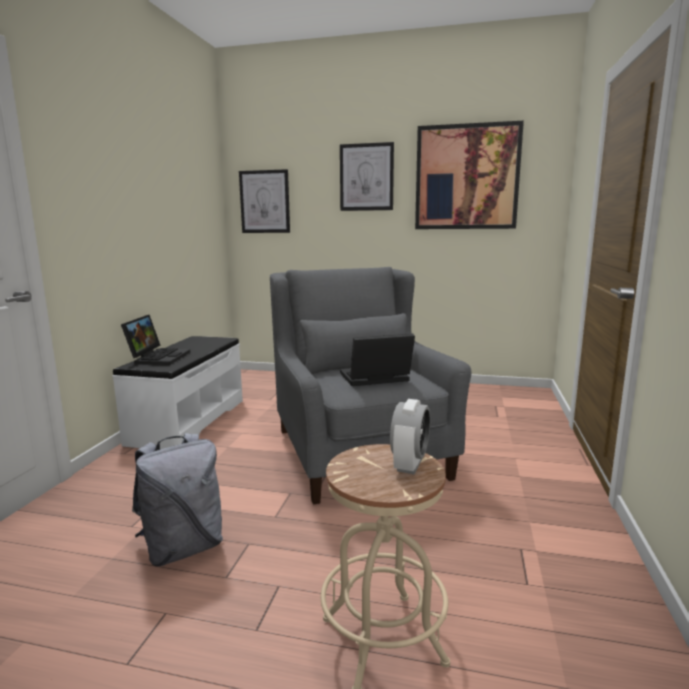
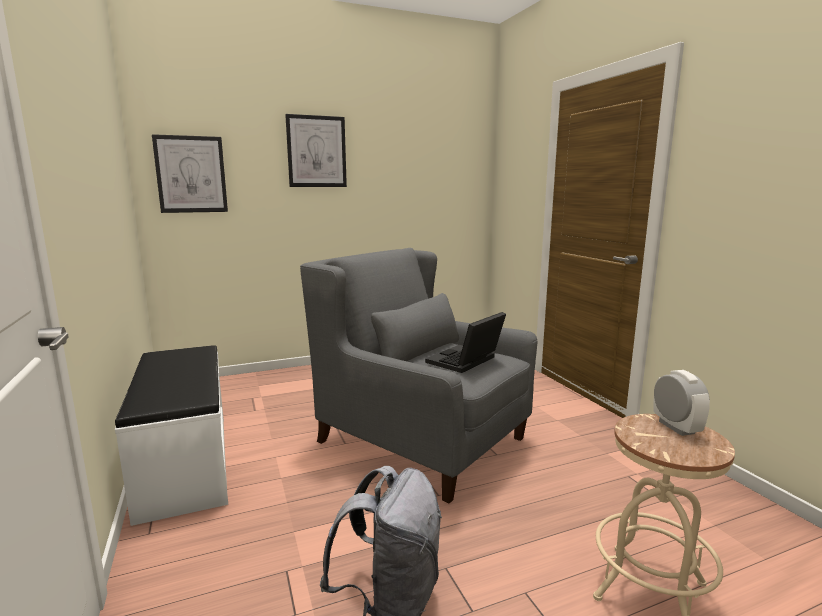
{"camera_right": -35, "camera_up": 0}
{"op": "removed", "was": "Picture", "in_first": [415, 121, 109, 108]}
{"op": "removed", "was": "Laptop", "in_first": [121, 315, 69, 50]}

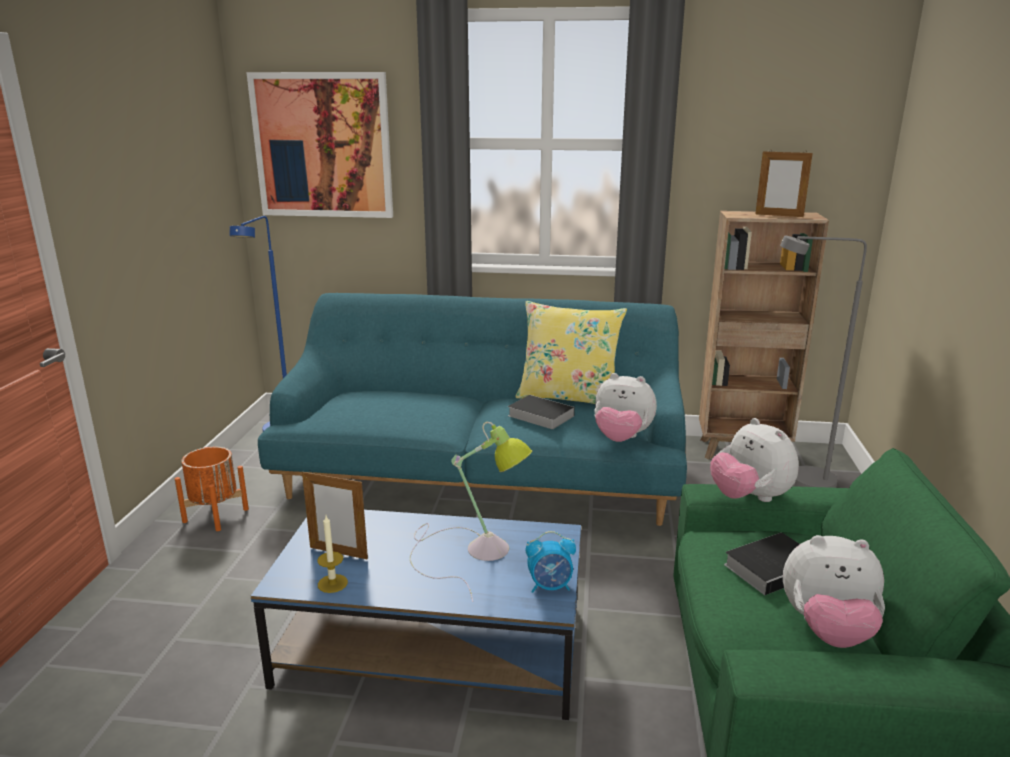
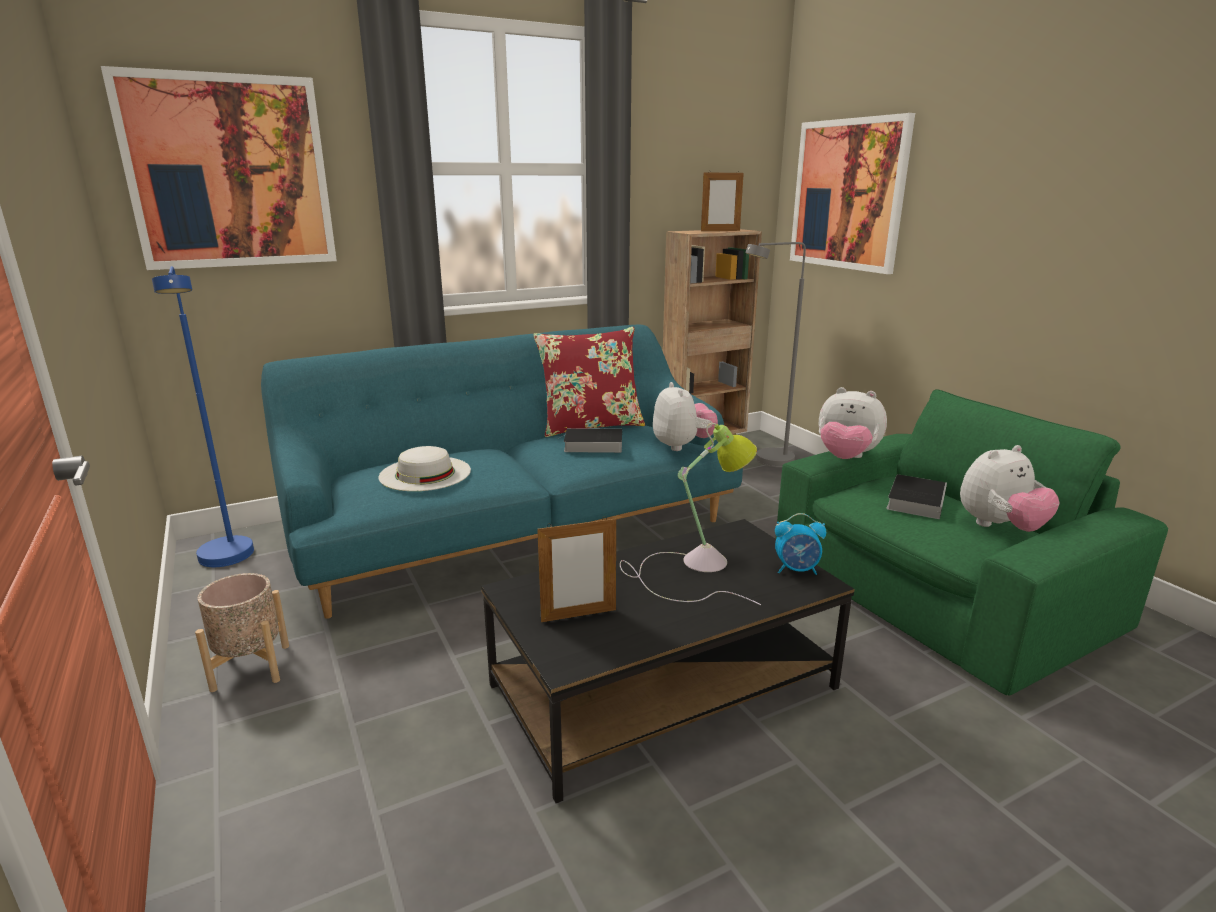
{"camera_right": -35, "camera_up": 0}
{"op": "recoloured", "was": "YellowPillow", "now": "RedPillow", "in_first": [516, 301, 111, 103], "in_second": [533, 327, 112, 110]}
{"op": "turned", "was": "PlushToy", "in_first": [594, 373, 63, 69], "in_second": [653, 382, 65, 69], "clockwise": -90}
{"op": "recoloured", "was": "OrangePlanter", "now": "BeigePlanter", "in_first": [175, 447, 74, 84], "in_second": [195, 573, 94, 119]}
{"op": "recoloured", "was": "BlueCoffeeTable", "now": "BlackCoffeeTable", "in_first": [251, 510, 330, 210], "in_second": [481, 519, 373, 284]}
{"op": "removed", "was": "Candle", "in_first": [317, 516, 31, 77]}
{"op": "turned", "was": "AlarmClock", "in_first": [526, 531, 50, 62], "in_second": [775, 513, 51, 62], "clockwise": 45}
{"op": "added", "now": "Picture", "in_second": [790, 113, 125, 161]}
{"op": "added", "now": "WhiteHat", "in_second": [379, 446, 92, 45]}

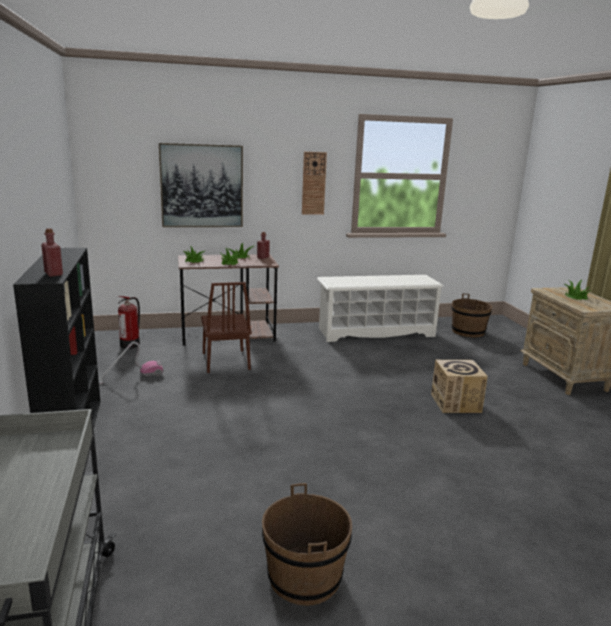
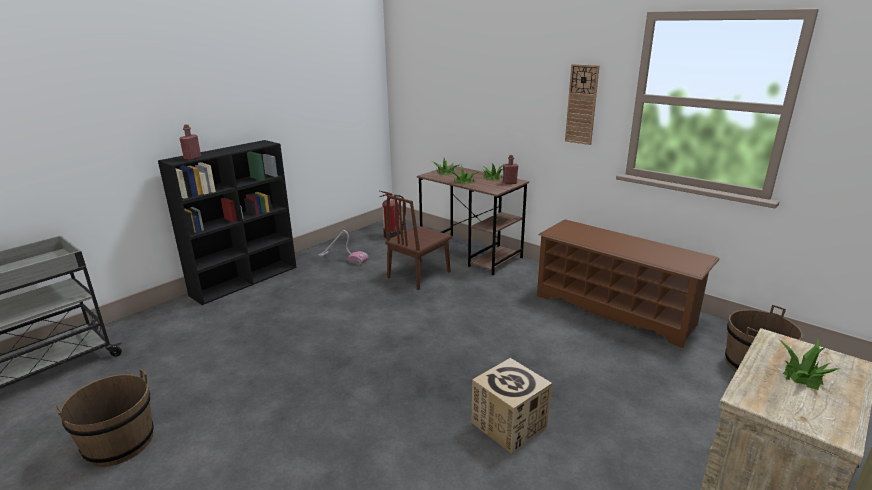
{"camera_right": 55, "camera_up": 5}
{"op": "removed", "was": "Picture", "in_first": [159, 143, 84, 84]}
{"op": "recoloured", "was": "WhiteShoeRack", "now": "BrownShoeRack", "in_first": [317, 275, 127, 67], "in_second": [537, 219, 183, 129]}

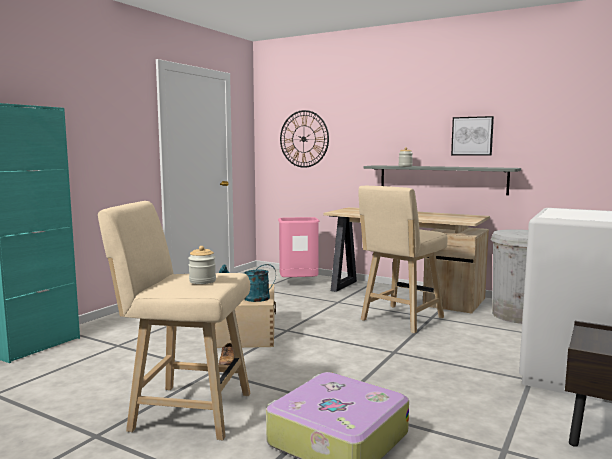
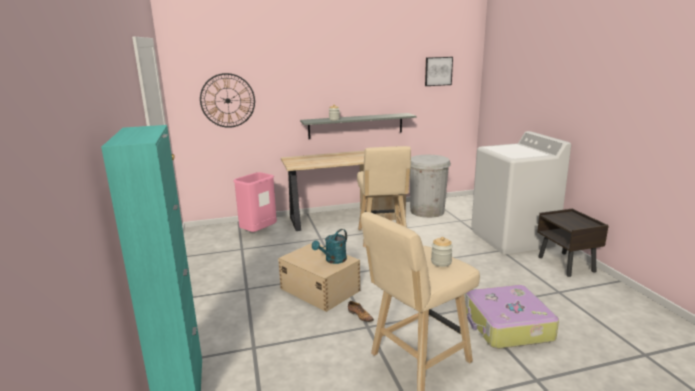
{"camera_right": -45, "camera_up": 10}
{"op": "moved", "was": "Picture", "in_first": [451, 116, 43, 40], "in_second": [425, 57, 28, 29]}

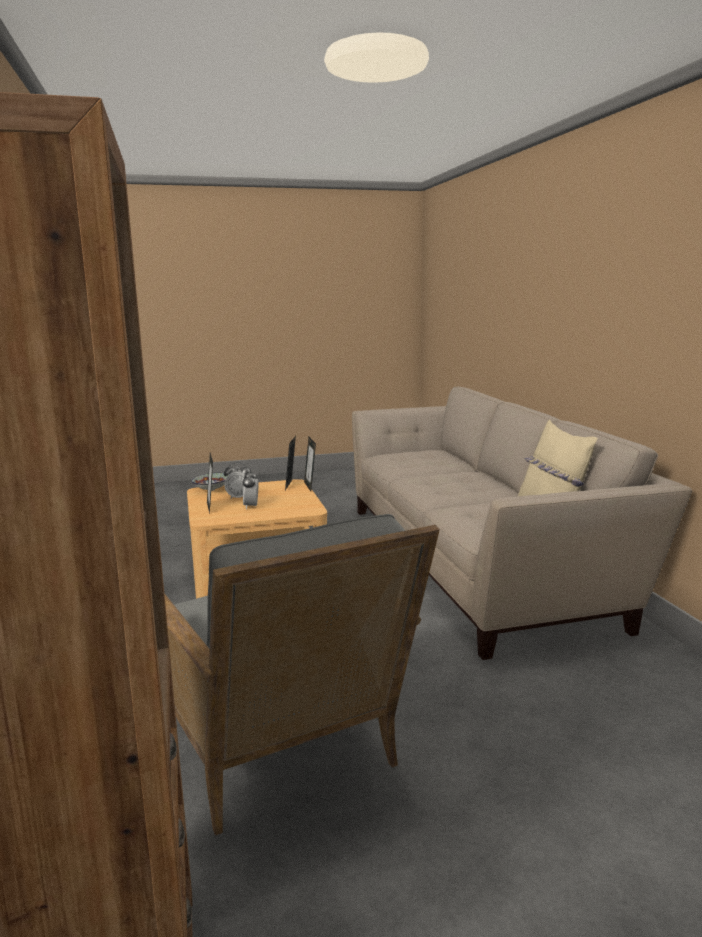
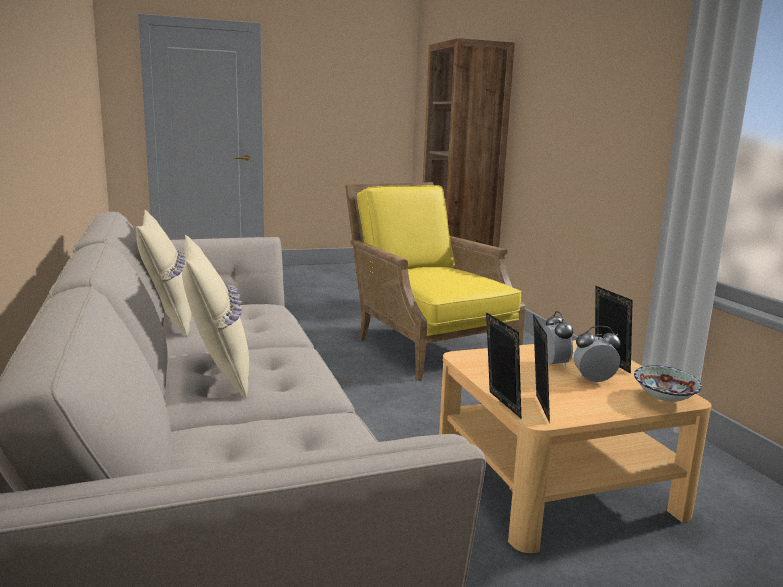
{"camera_right": 175, "camera_up": 0}
{"op": "recoloured", "was": "GreyArmchair", "now": "YellowArmchair", "in_first": [164, 514, 276, 321], "in_second": [345, 182, 180, 199]}
{"op": "added", "now": "BeigePillow", "in_second": [182, 235, 67, 163]}

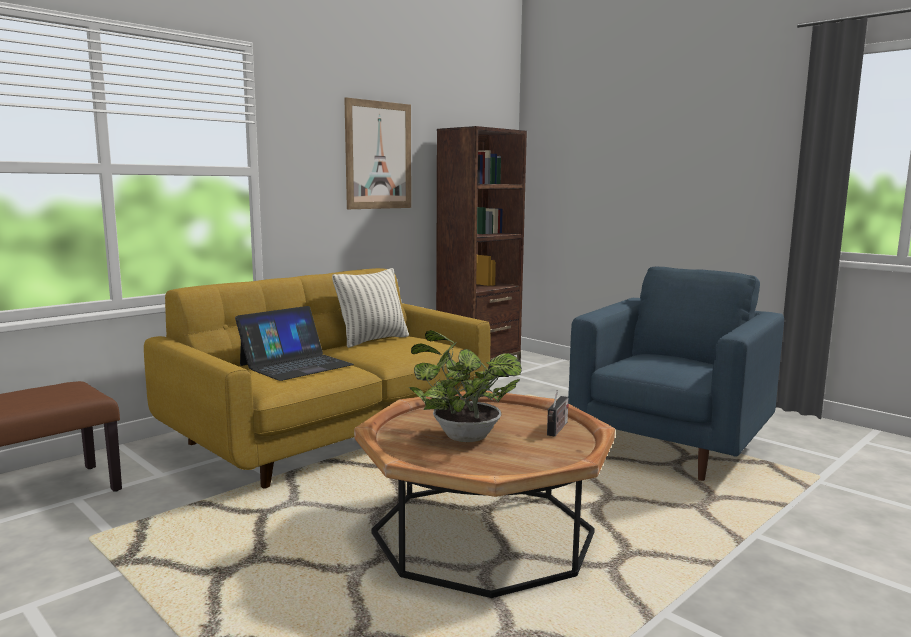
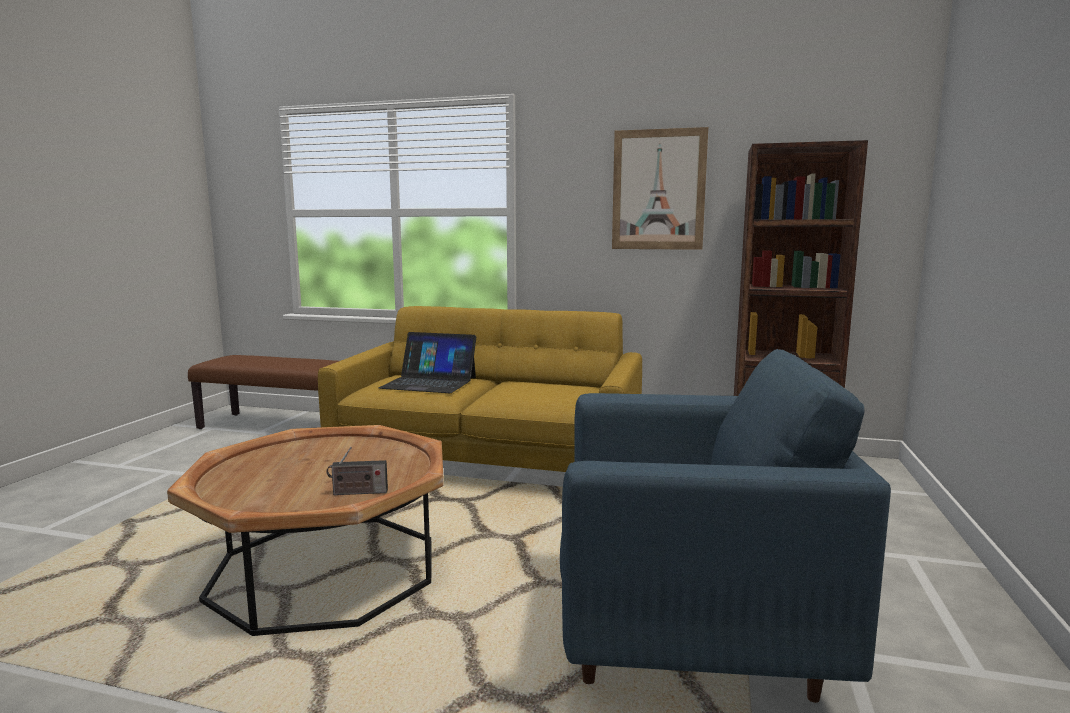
{"camera_right": 60, "camera_up": 0}
{"op": "removed", "was": "Pillow", "in_first": [332, 268, 77, 80]}
{"op": "removed", "was": "PottedPlant", "in_first": [409, 330, 113, 112]}

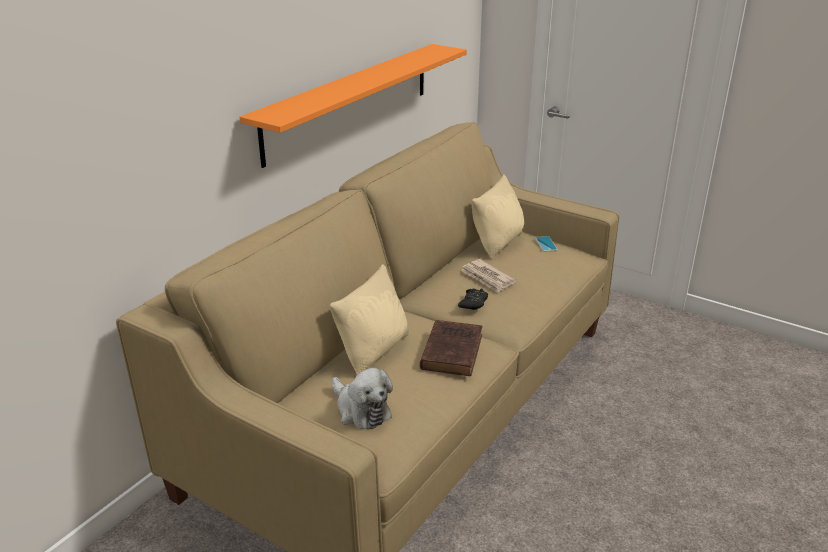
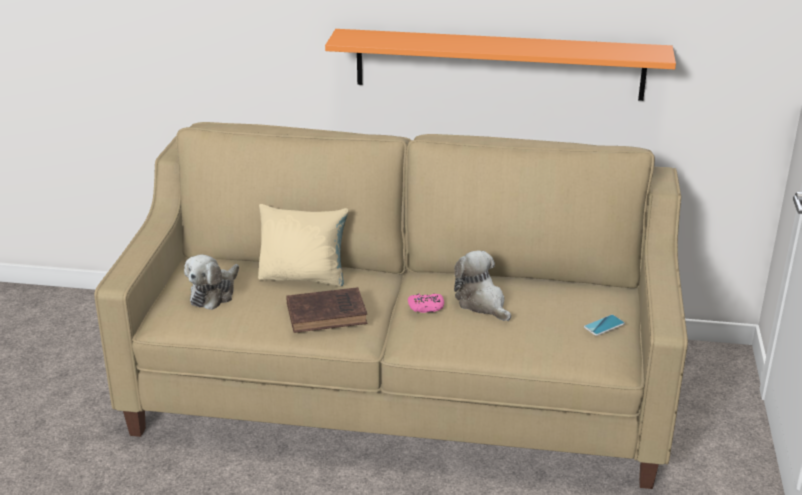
{"camera_right": 65, "camera_up": 0}
{"op": "removed", "was": "BeigePillow", "in_first": [472, 174, 52, 85]}
{"op": "replaced", "was": "Newspaper", "now": "PlushToy", "in_first": [460, 259, 56, 34], "in_second": [454, 251, 57, 70]}
{"op": "recoloured", "was": "BlackGameController", "now": "PinkGameController", "in_first": [458, 288, 30, 22], "in_second": [408, 294, 36, 19]}

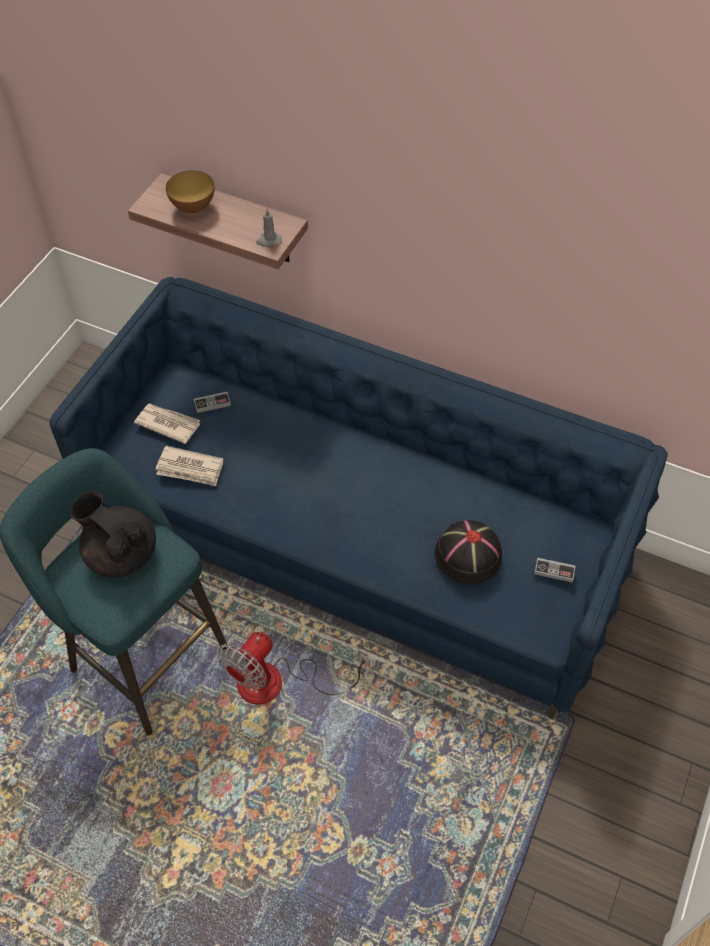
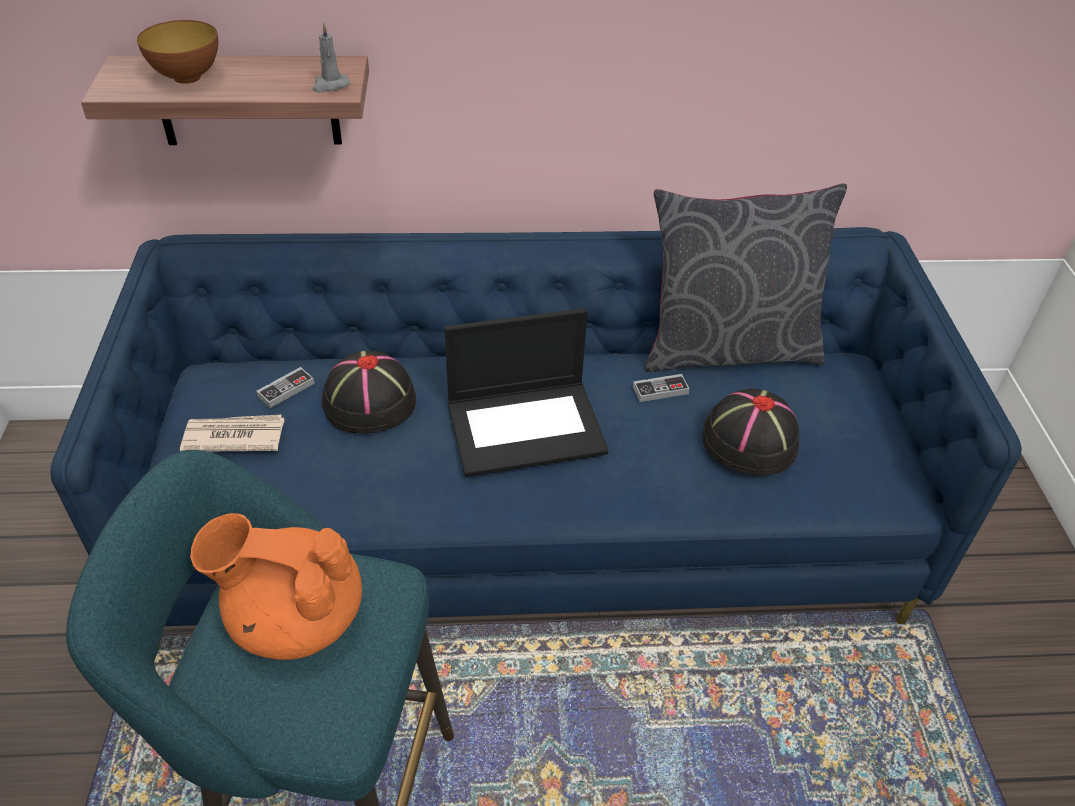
{"camera_right": -30, "camera_up": -10}
{"op": "removed", "was": "Newspaper", "in_first": [156, 446, 67, 40]}
{"op": "recoloured", "was": "BlackTeapot", "now": "OrangeTeapot", "in_first": [70, 492, 86, 85], "in_second": [190, 513, 172, 147]}
{"op": "moved", "was": "GameController", "in_first": [534, 558, 41, 24], "in_second": [633, 374, 57, 28]}
{"op": "removed", "was": "Fan", "in_first": [217, 632, 153, 73]}
{"op": "added", "now": "GreyPillow", "in_second": [645, 183, 202, 189]}
{"op": "added", "now": "Laptop", "in_second": [445, 308, 163, 169]}
{"op": "added", "now": "BlackHat", "in_second": [321, 351, 95, 83]}

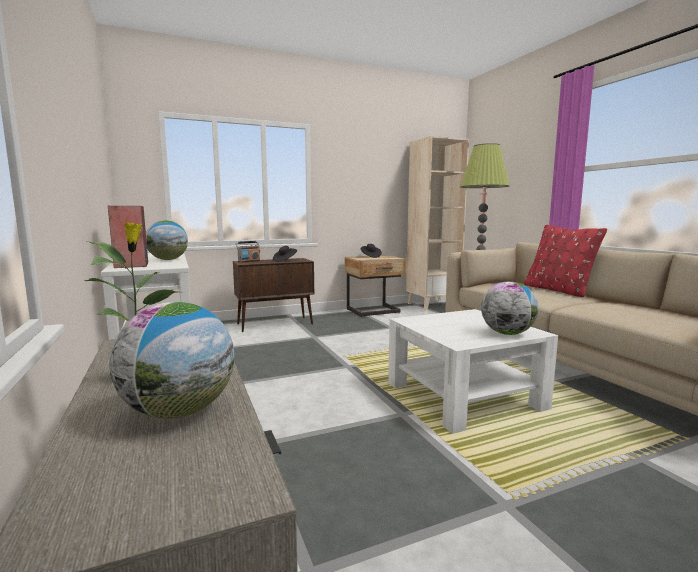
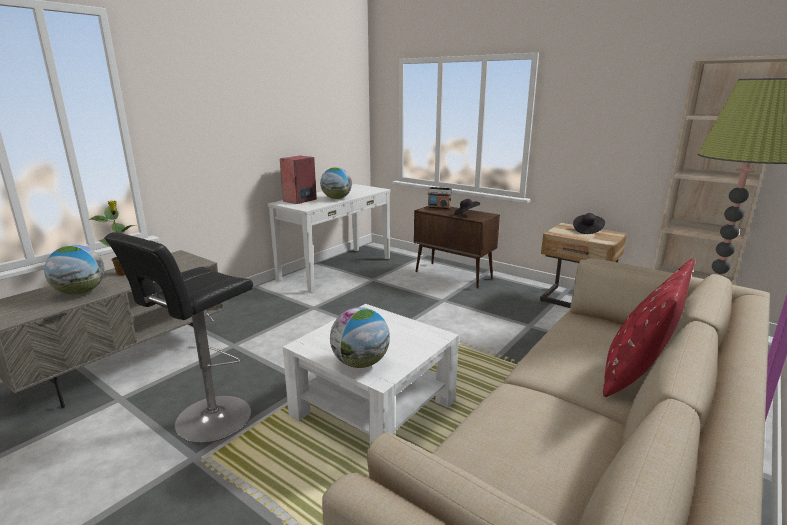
{"camera_right": 60, "camera_up": 10}
{"op": "added", "now": "BlackStool", "in_second": [104, 232, 149, 211]}

